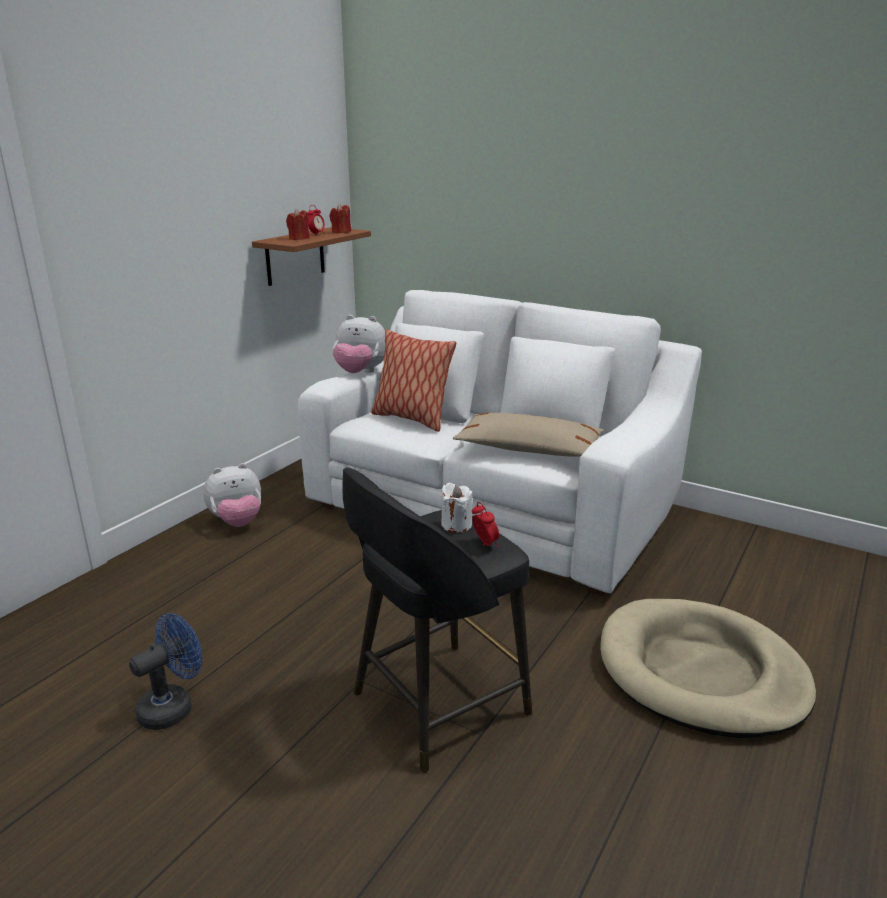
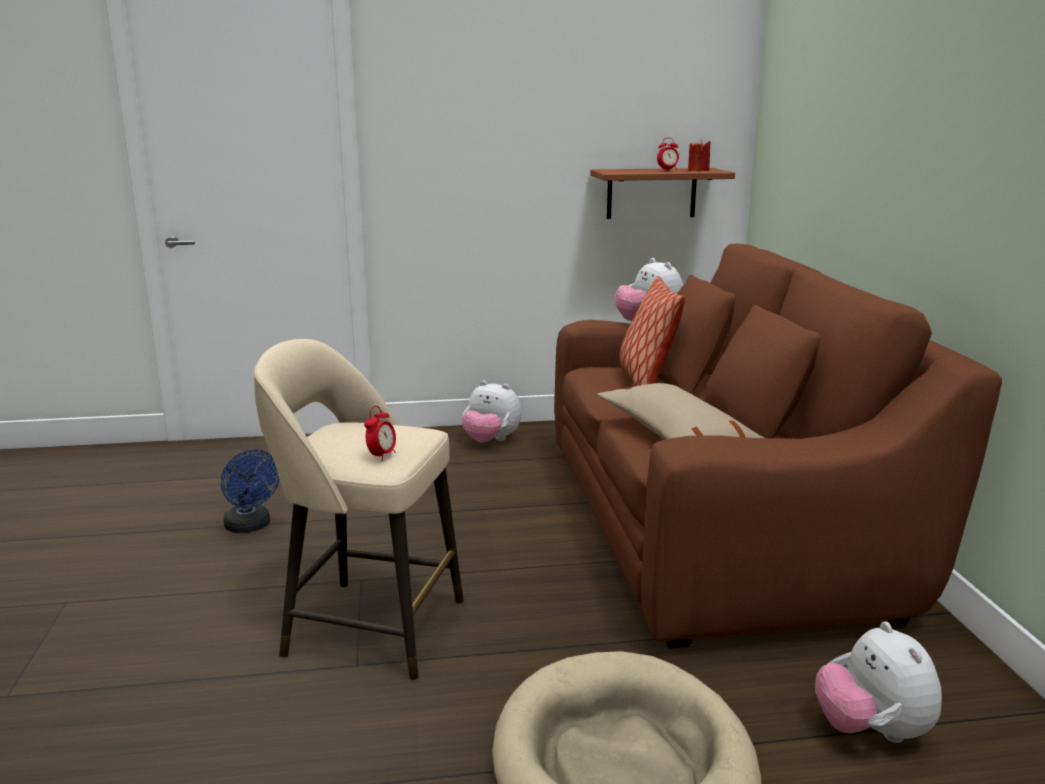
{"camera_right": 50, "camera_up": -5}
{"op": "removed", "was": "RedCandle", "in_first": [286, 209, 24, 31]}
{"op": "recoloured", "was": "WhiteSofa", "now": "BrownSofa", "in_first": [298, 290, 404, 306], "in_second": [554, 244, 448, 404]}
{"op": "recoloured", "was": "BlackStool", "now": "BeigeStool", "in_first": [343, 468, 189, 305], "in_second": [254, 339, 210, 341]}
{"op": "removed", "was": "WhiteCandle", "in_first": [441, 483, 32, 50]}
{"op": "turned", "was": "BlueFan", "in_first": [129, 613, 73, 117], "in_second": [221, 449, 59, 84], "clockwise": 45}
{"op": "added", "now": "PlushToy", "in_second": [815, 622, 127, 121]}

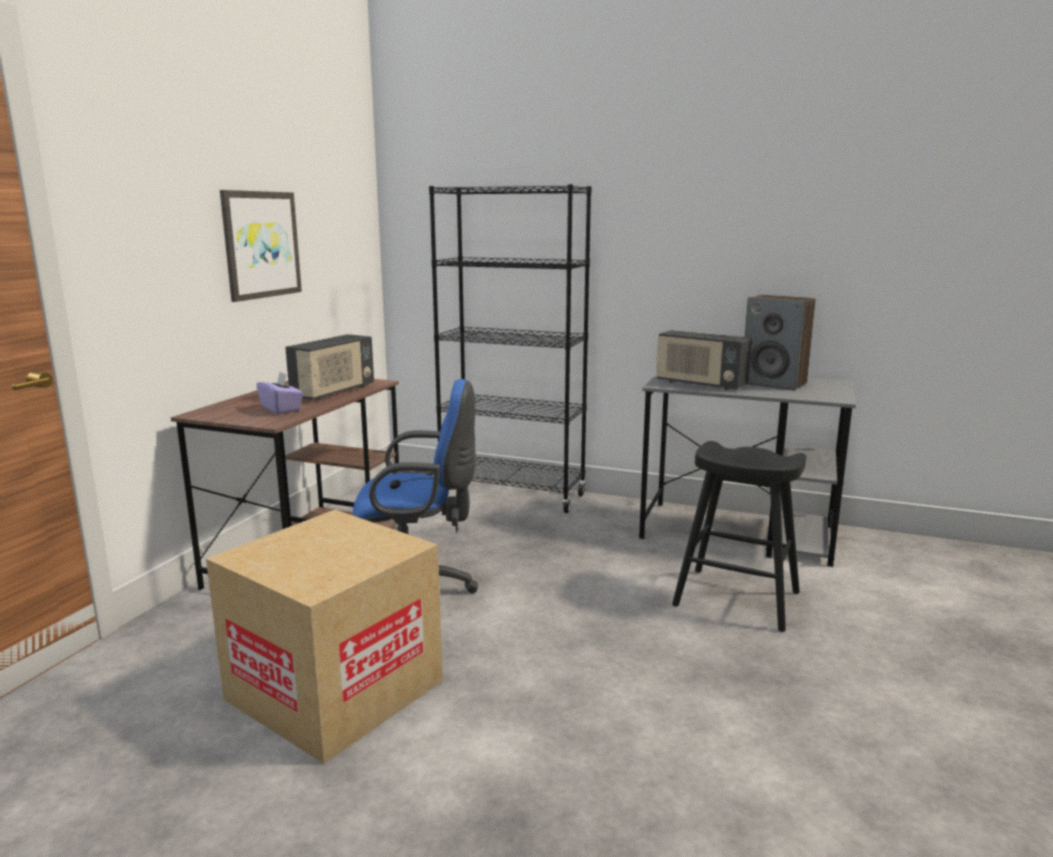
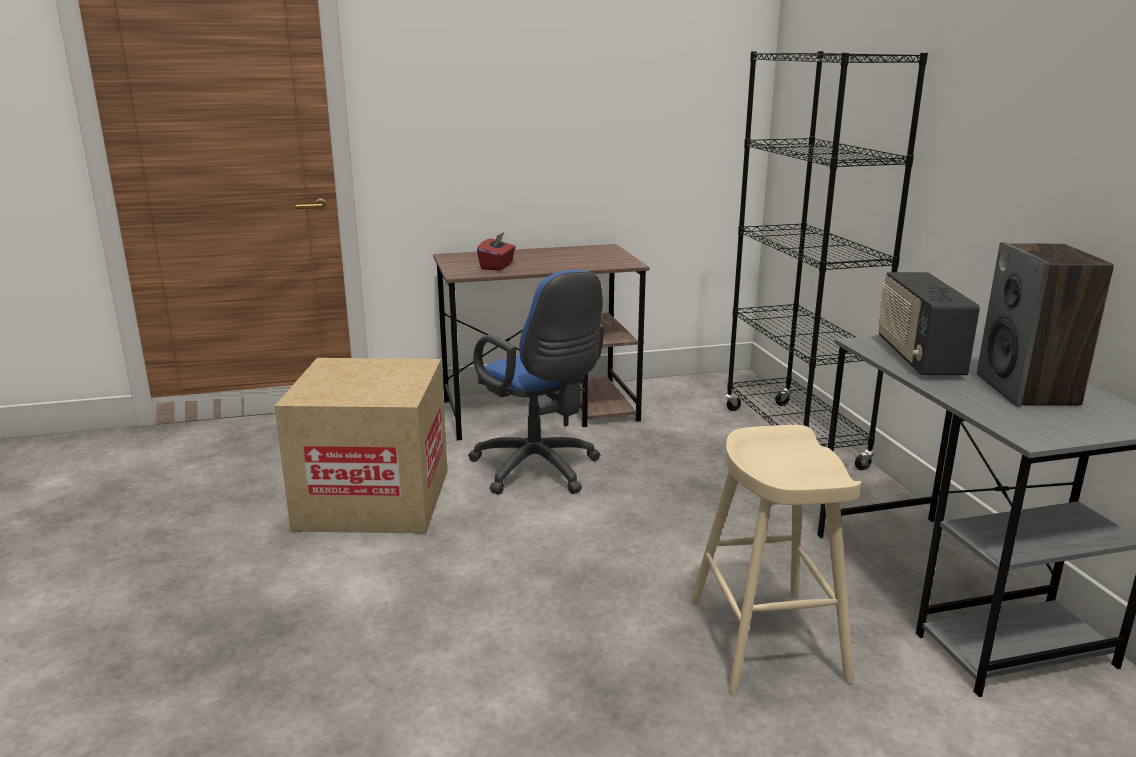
{"camera_right": 55, "camera_up": 5}
{"op": "removed", "was": "Picture", "in_first": [220, 190, 82, 112]}
{"op": "removed", "was": "Radio", "in_first": [285, 334, 89, 66]}
{"op": "recoloured", "was": "PurpleTissueBox", "now": "RedTissueBox", "in_first": [256, 372, 47, 42], "in_second": [477, 232, 39, 39]}
{"op": "recoloured", "was": "BlackStool", "now": "BeigeStool", "in_first": [672, 441, 134, 191], "in_second": [690, 425, 171, 269]}

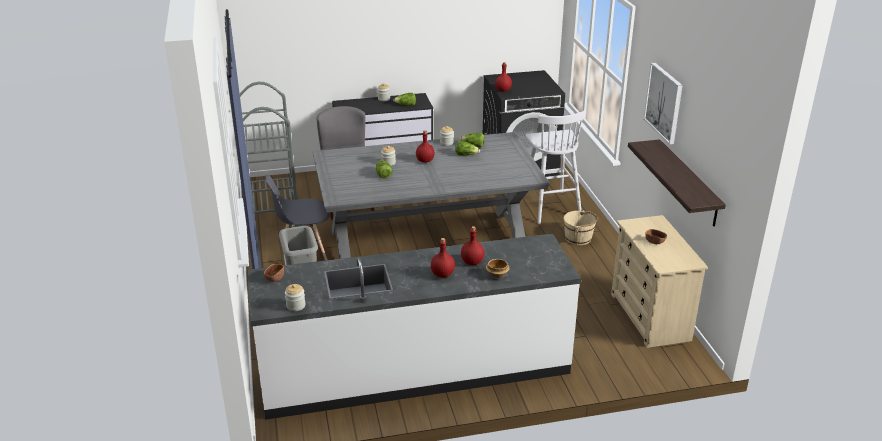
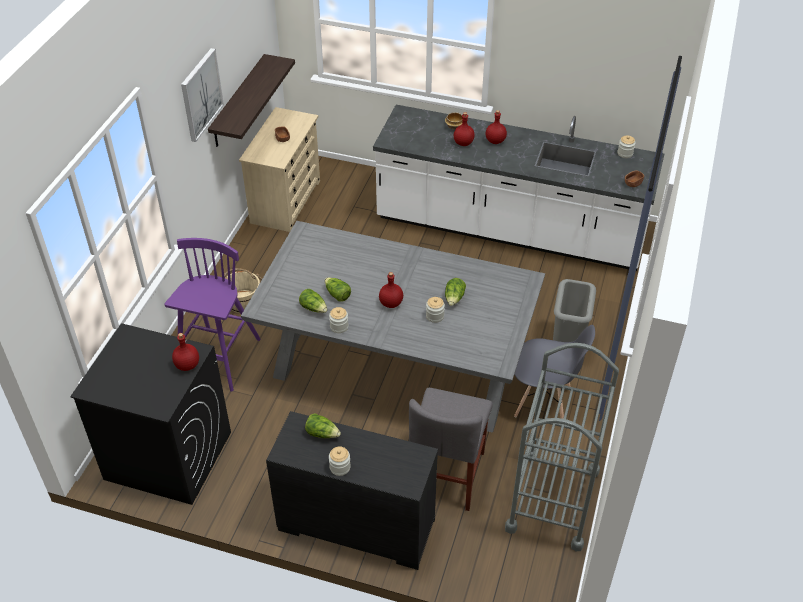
{"camera_right": -150, "camera_up": 15}
{"op": "recoloured", "was": "WhiteStool", "now": "PurpleStool", "in_first": [525, 110, 61, 114], "in_second": [164, 238, 97, 154]}

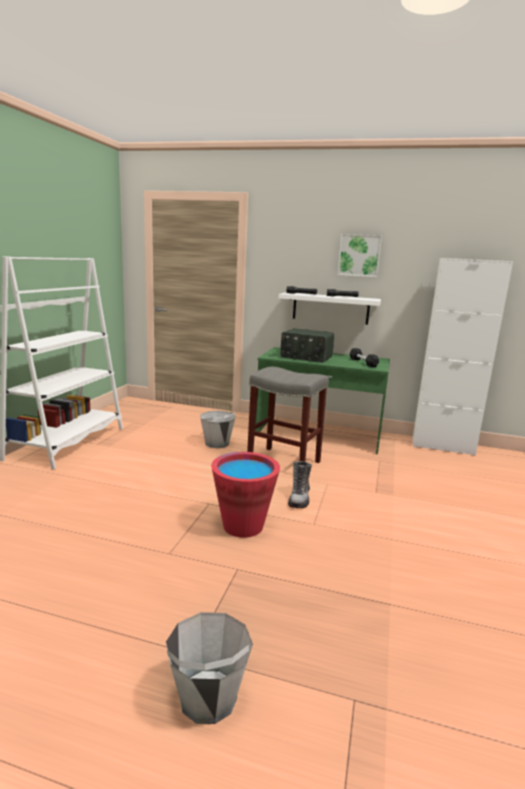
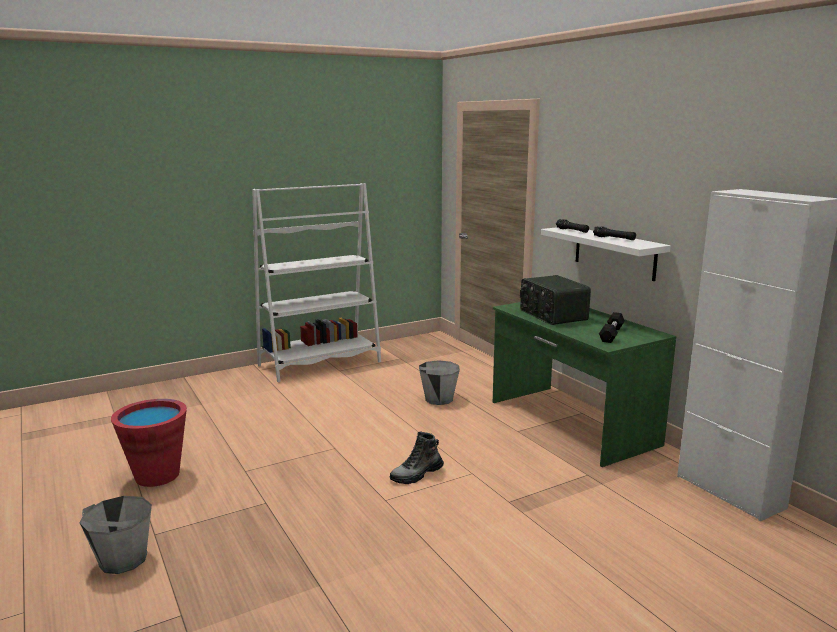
{"camera_right": 45, "camera_up": 0}
{"op": "removed", "was": "Picture", "in_first": [337, 234, 45, 43]}
{"op": "removed", "was": "GreyStool", "in_first": [247, 367, 82, 96]}
{"op": "moved", "was": "RedBucket", "in_first": [211, 452, 69, 86], "in_second": [111, 399, 76, 88]}

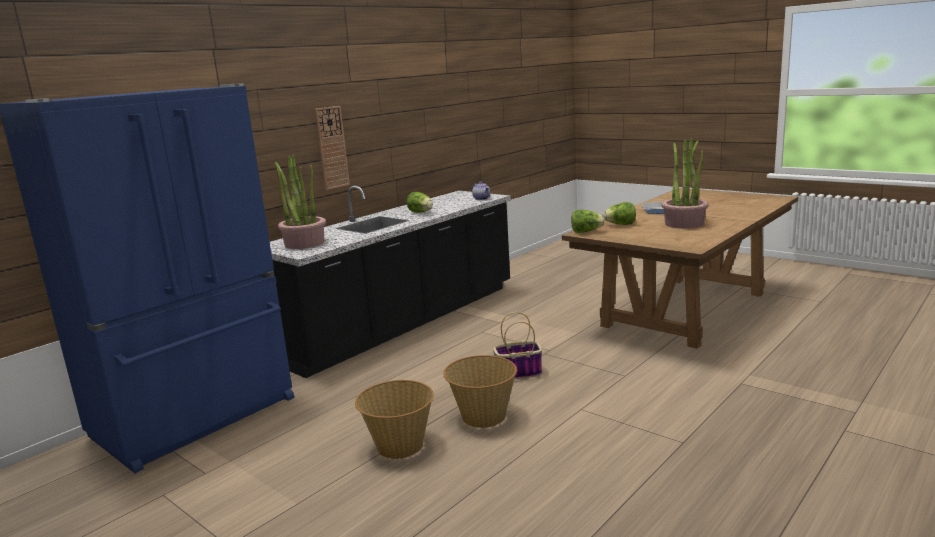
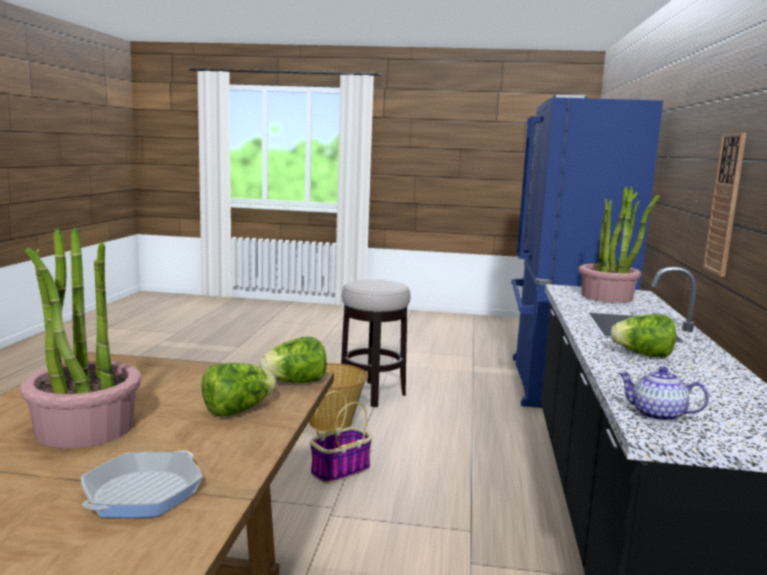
{"camera_right": 145, "camera_up": -5}
{"op": "replaced", "was": "Basket", "now": "Stool", "in_first": [355, 380, 79, 79], "in_second": [341, 279, 70, 128]}

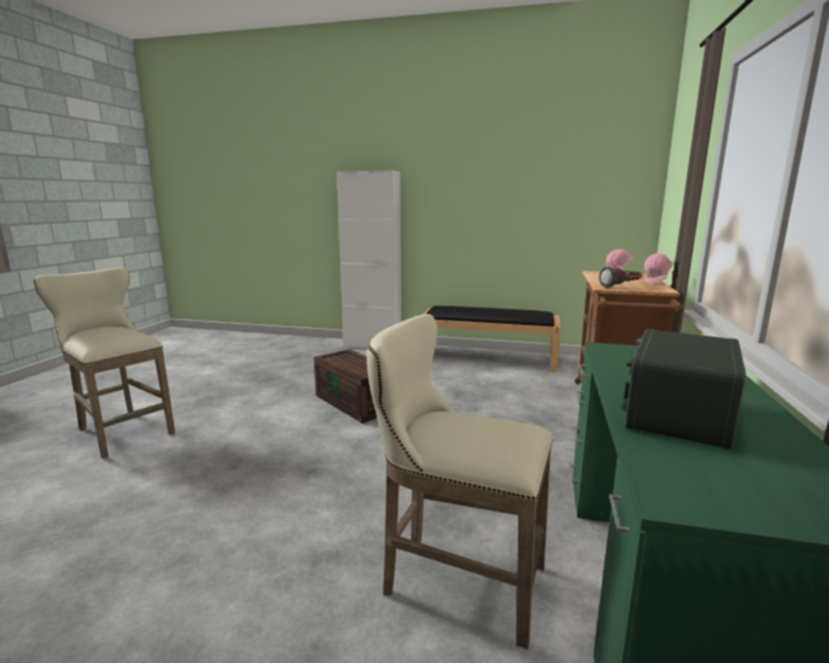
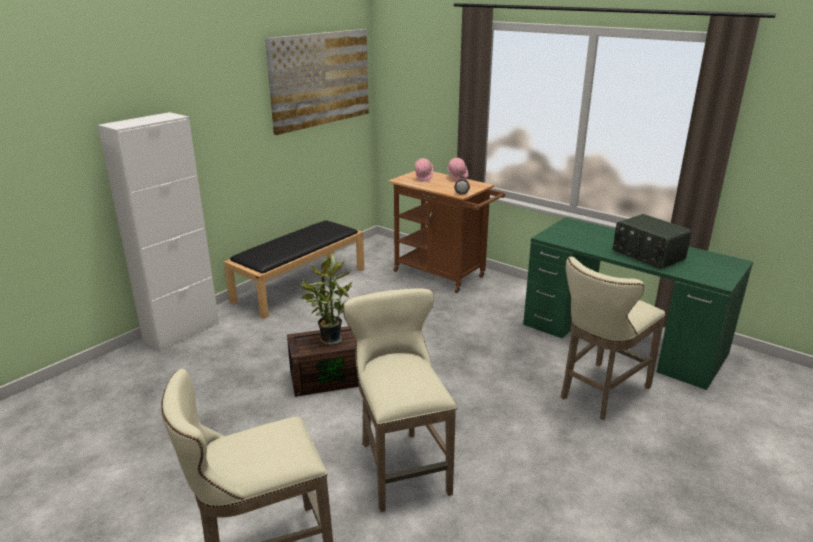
{"camera_right": -65, "camera_up": 10}
{"op": "added", "now": "Picture", "in_second": [265, 29, 104, 106]}
{"op": "added", "now": "PottedPlant", "in_second": [300, 253, 52, 92]}
{"op": "added", "now": "BeigeStool", "in_second": [343, 288, 114, 224]}

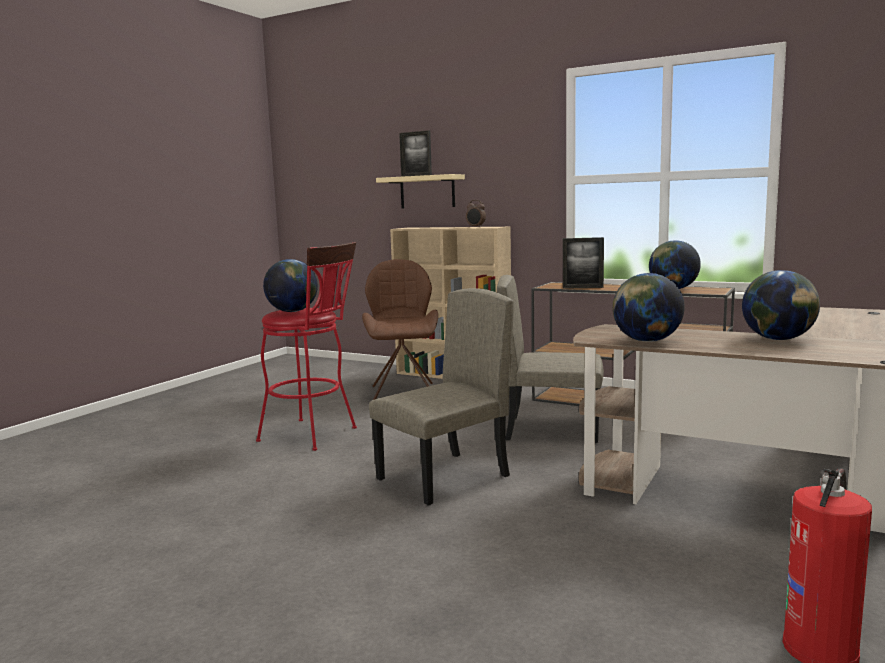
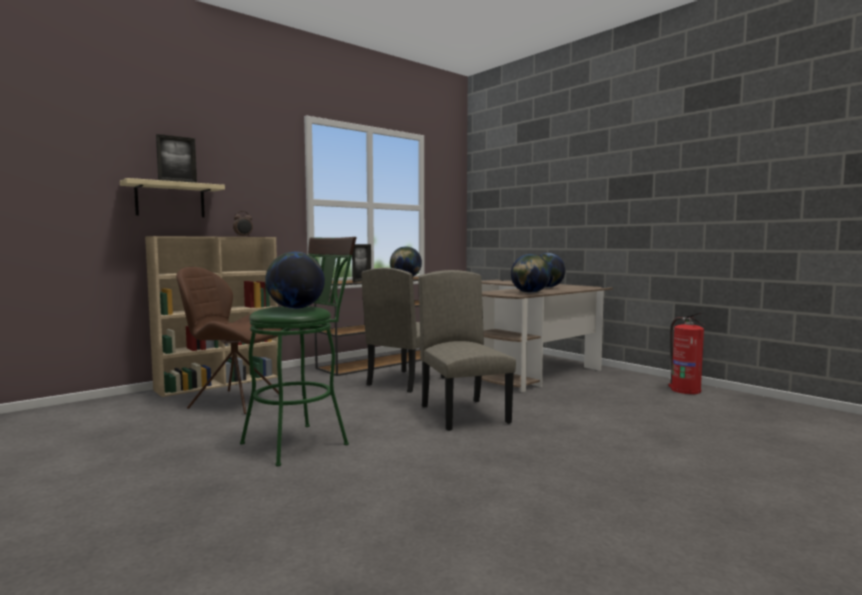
{"camera_right": -70, "camera_up": -5}
{"op": "recoloured", "was": "RedStool", "now": "GreenStool", "in_first": [256, 242, 101, 209], "in_second": [240, 237, 116, 229]}

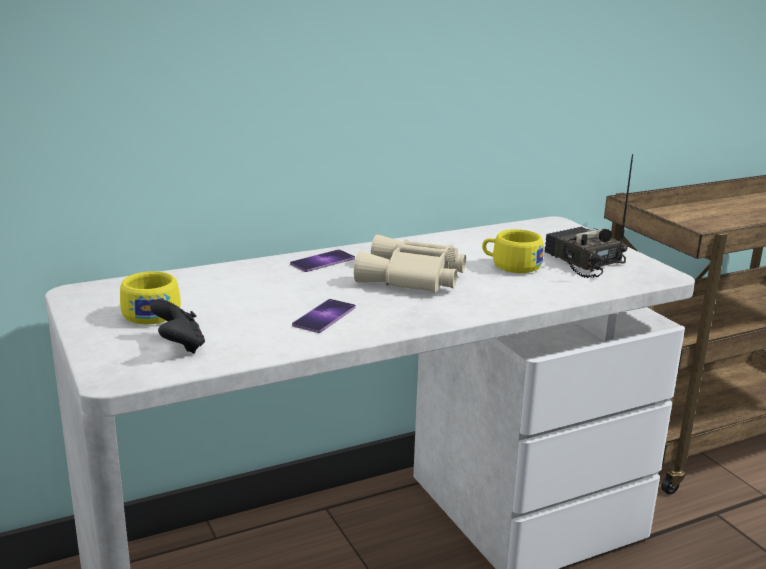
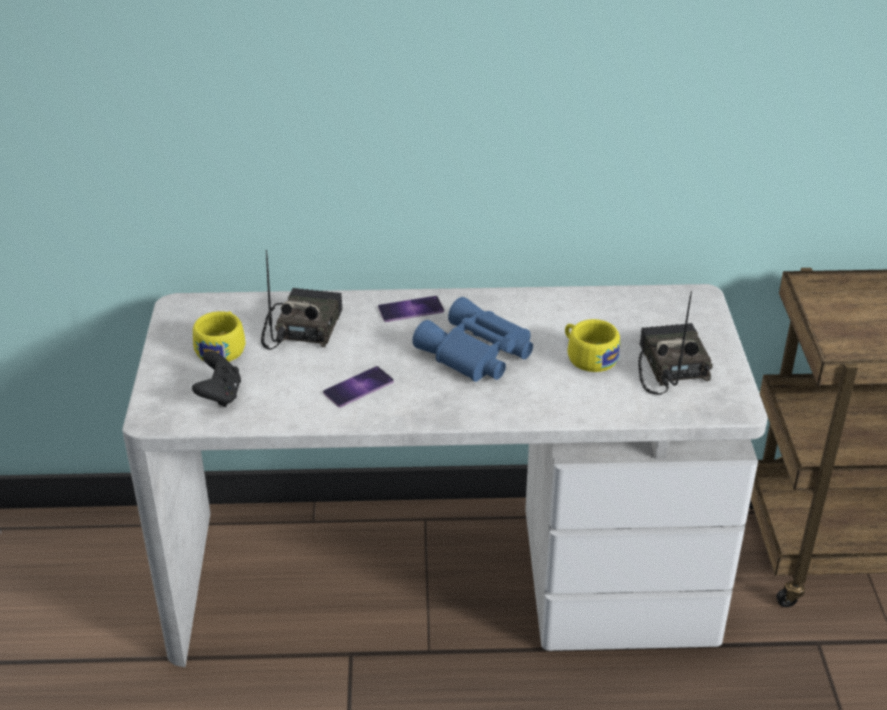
{"camera_right": 25, "camera_up": 15}
{"op": "recoloured", "was": "BeigeBinoculars", "now": "BlueBinoculars", "in_first": [354, 235, 112, 58], "in_second": [412, 297, 121, 85]}
{"op": "added", "now": "Radio", "in_second": [261, 250, 82, 100]}

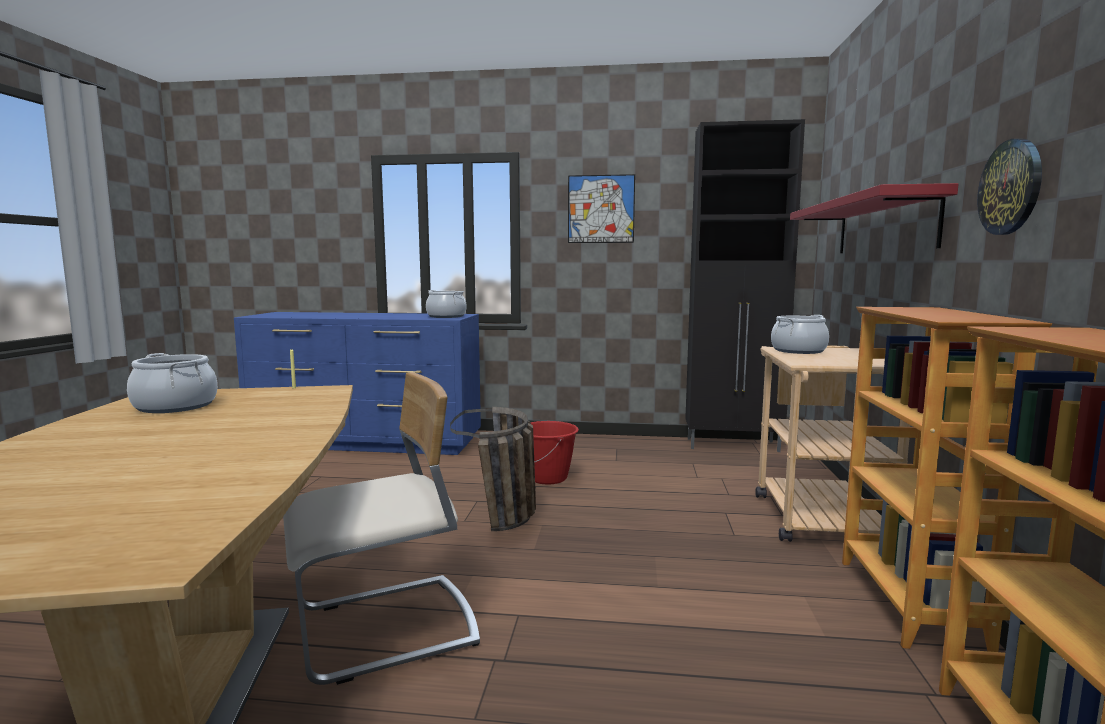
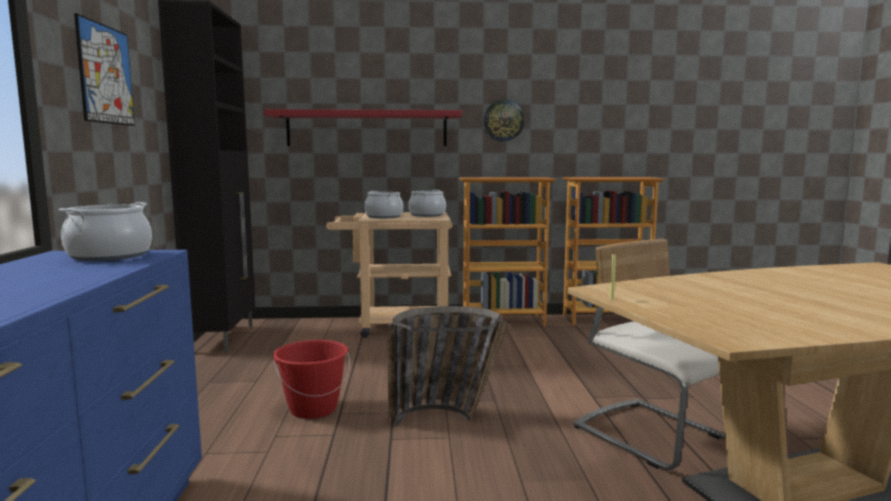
{"camera_right": -100, "camera_up": 0}
{"op": "moved", "was": "CookingPot", "in_first": [127, 353, 91, 60], "in_second": [408, 190, 38, 27]}

